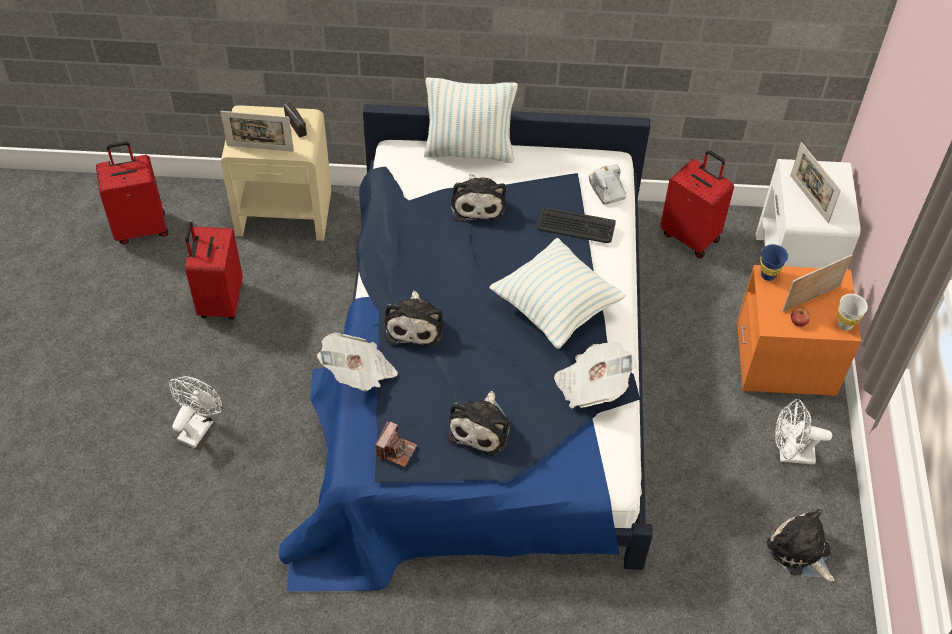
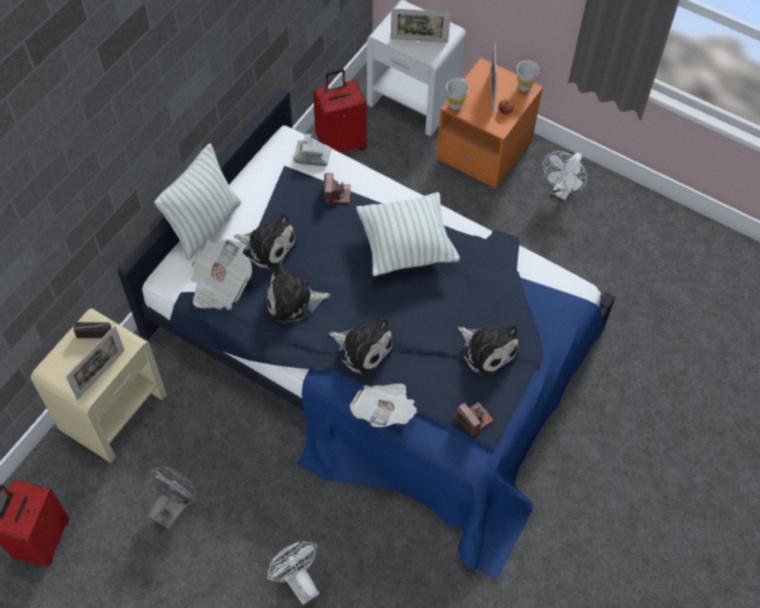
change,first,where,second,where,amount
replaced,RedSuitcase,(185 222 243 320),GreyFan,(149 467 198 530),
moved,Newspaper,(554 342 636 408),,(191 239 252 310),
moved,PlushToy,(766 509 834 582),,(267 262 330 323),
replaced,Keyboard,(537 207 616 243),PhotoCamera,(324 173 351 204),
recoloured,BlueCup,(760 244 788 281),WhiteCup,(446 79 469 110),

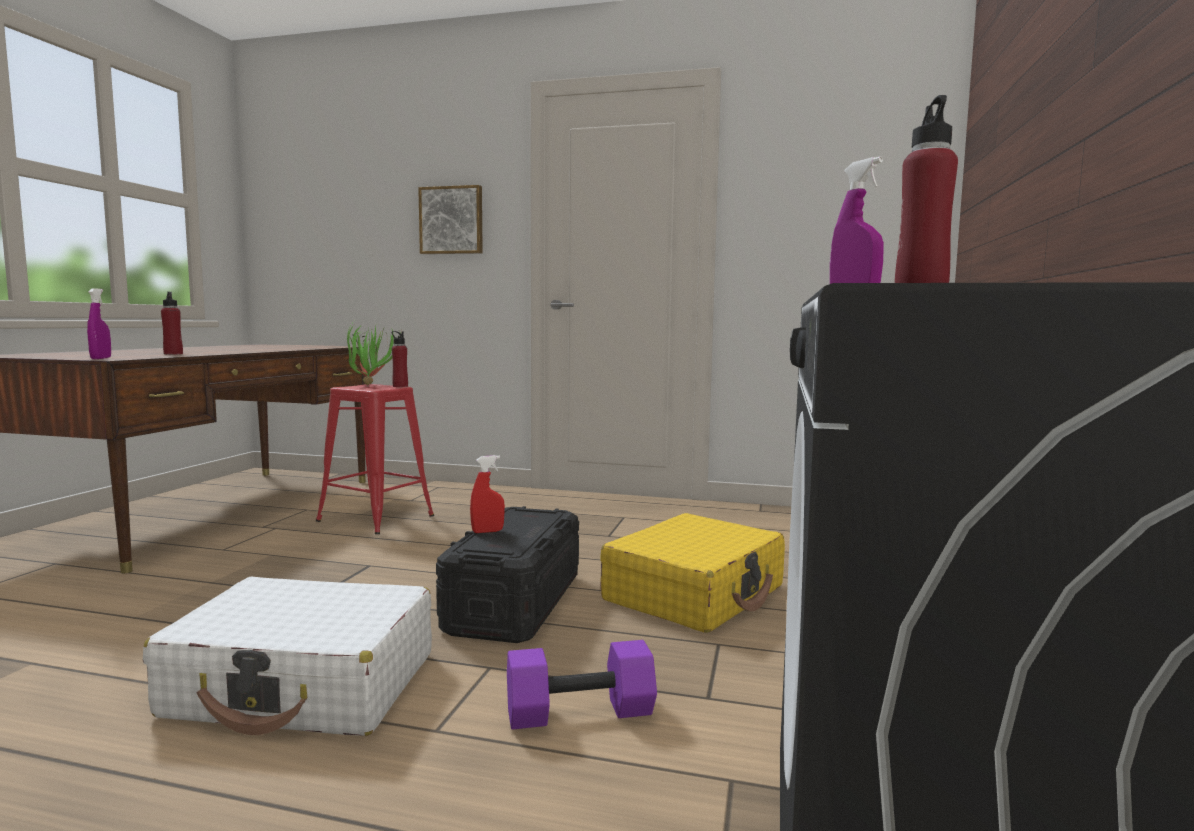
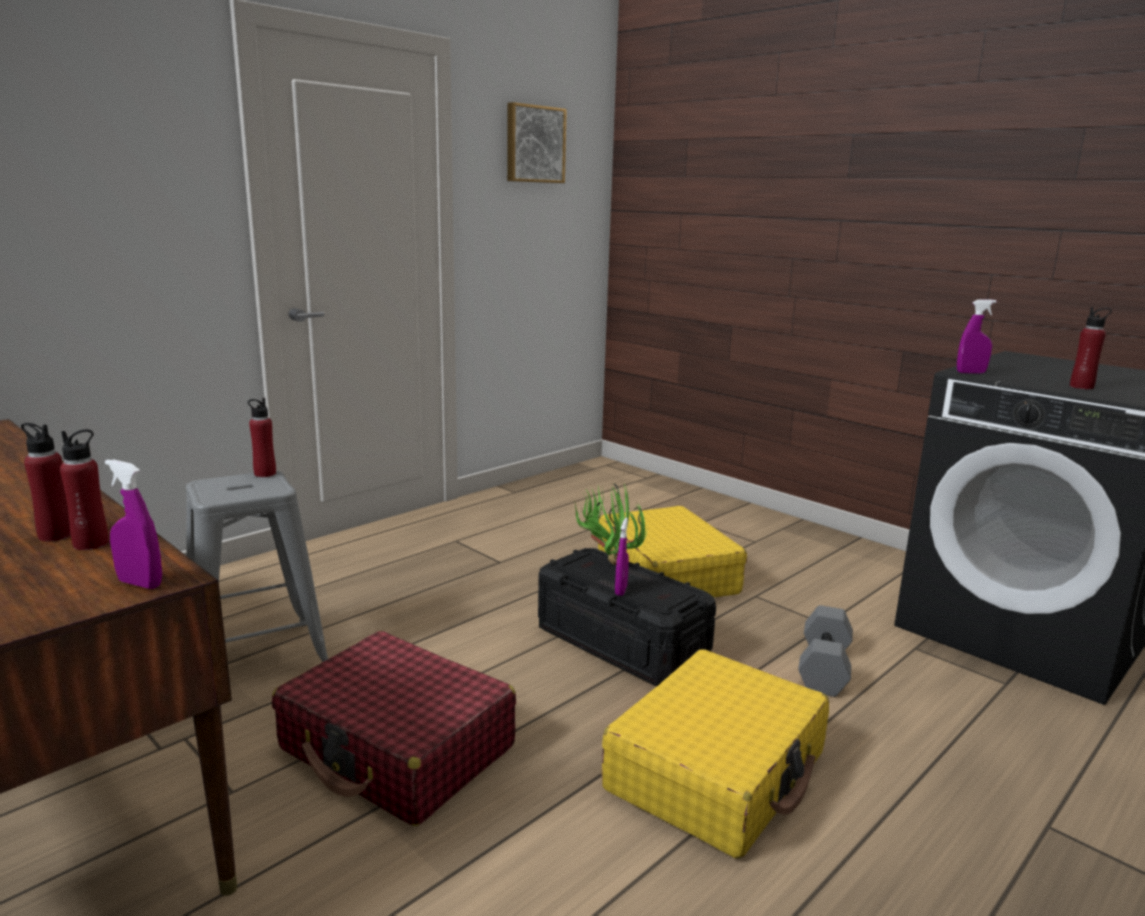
change,first,where,second,where,amount
added,,,RedBottle,(60 429 109 550),
recoloured,RedStool,(316 384 434 534),GreyStool,(186 471 328 662),
added,,,RedSuitcase,(272 631 516 826),
moved,Picture,(418 185 483 254),,(507 102 567 183),
moved,PottedPlant,(347 321 401 385),,(574 483 648 565),
recoloured,WhiteSuitcase,(143 577 432 736),YellowSuitcase,(602 649 829 859),
recoloured,RedSprayBottle,(470 455 505 533),PurpleSprayBottle,(615 518 629 596),
recoloured,PurpleDumbbell,(507 640 657 730),GreyDumbbell,(798 605 853 697),

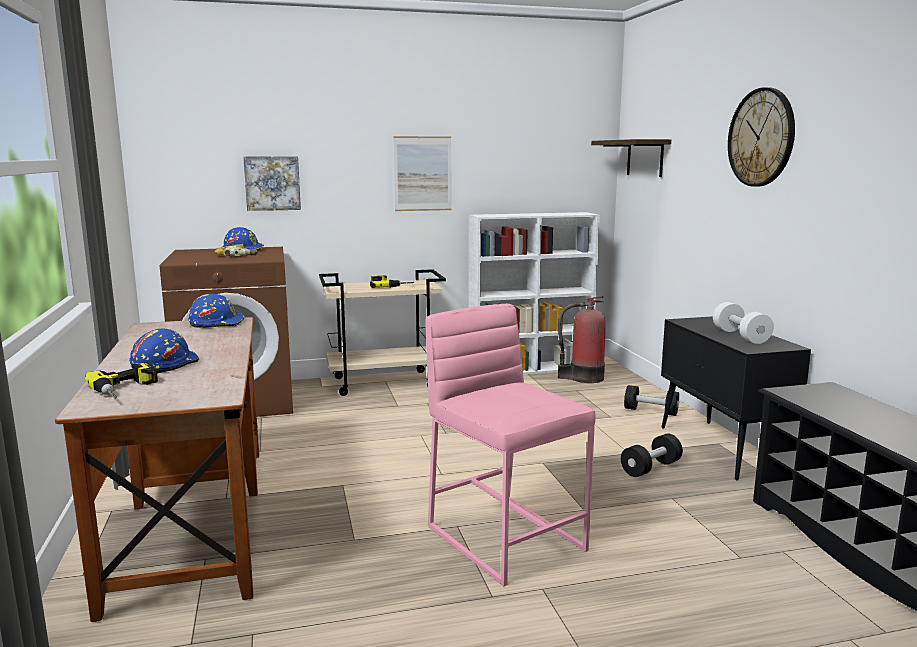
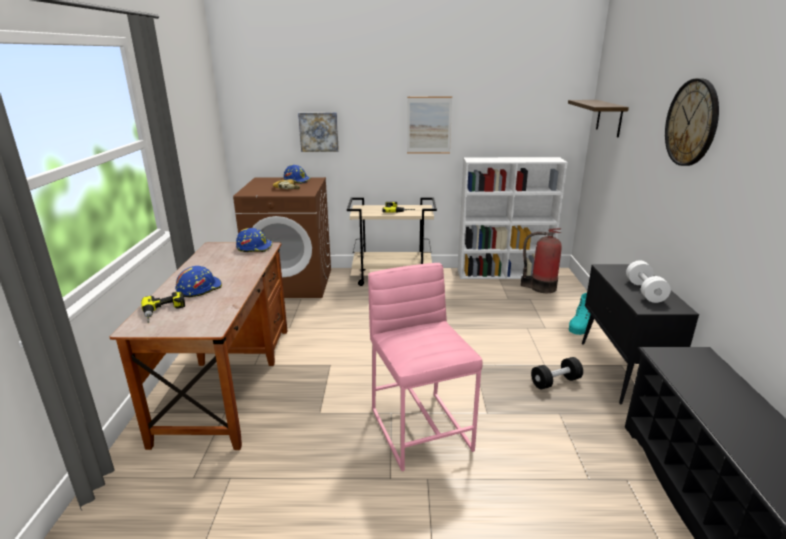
change,first,where,second,where,amount
replaced,BlackDumbbell,(624 385 679 416),TurquoiseBoot,(569 293 591 335),

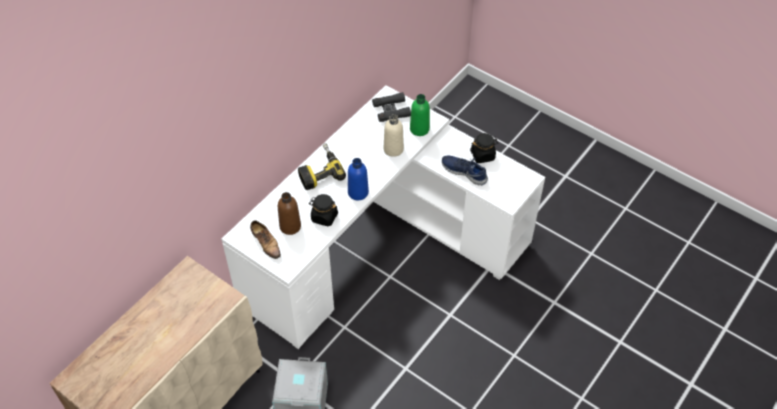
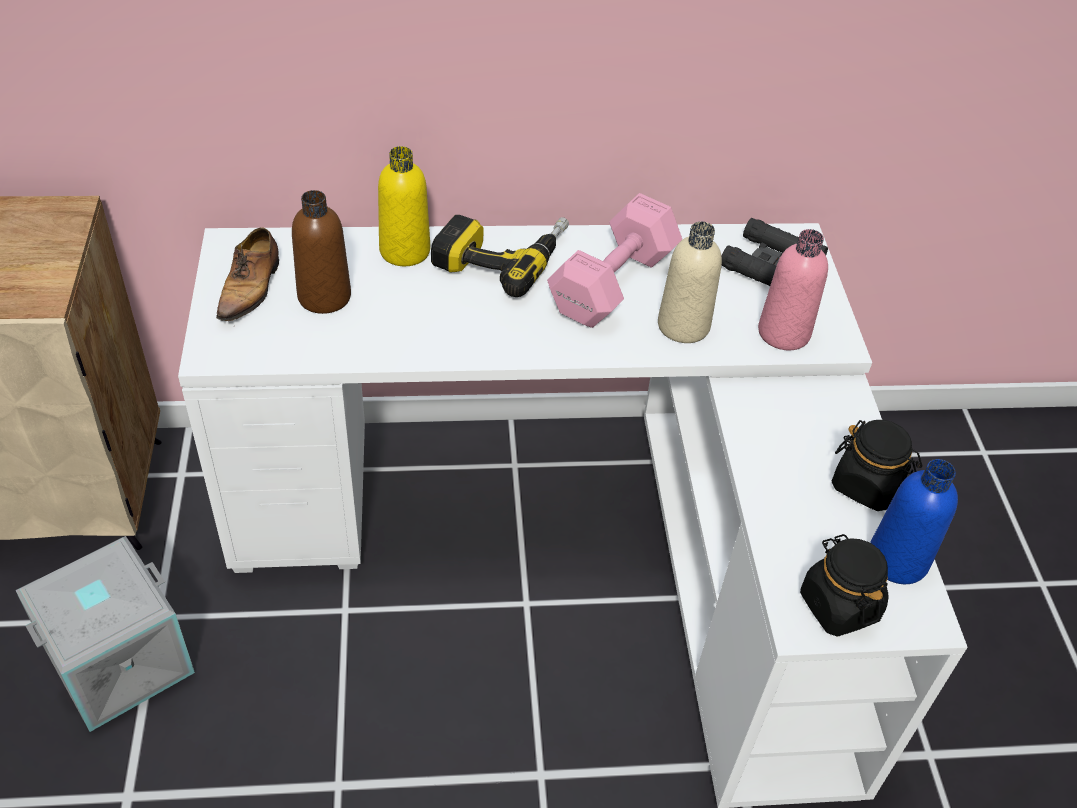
change,first,where,second,where,amount
added,,,YellowBottle,(378 146 430 266),
added,,,PinkDumbbell,(547 193 682 328),
recoloured,GreenBottle,(410 94 430 136),PinkBottle,(758 229 828 350),
moved,BlackJar,(309 194 338 226),,(800 534 889 636),
moved,BlueBottle,(348 158 369 200),,(870 459 958 584),
removed,BlueShoe,(442 155 488 186),,,

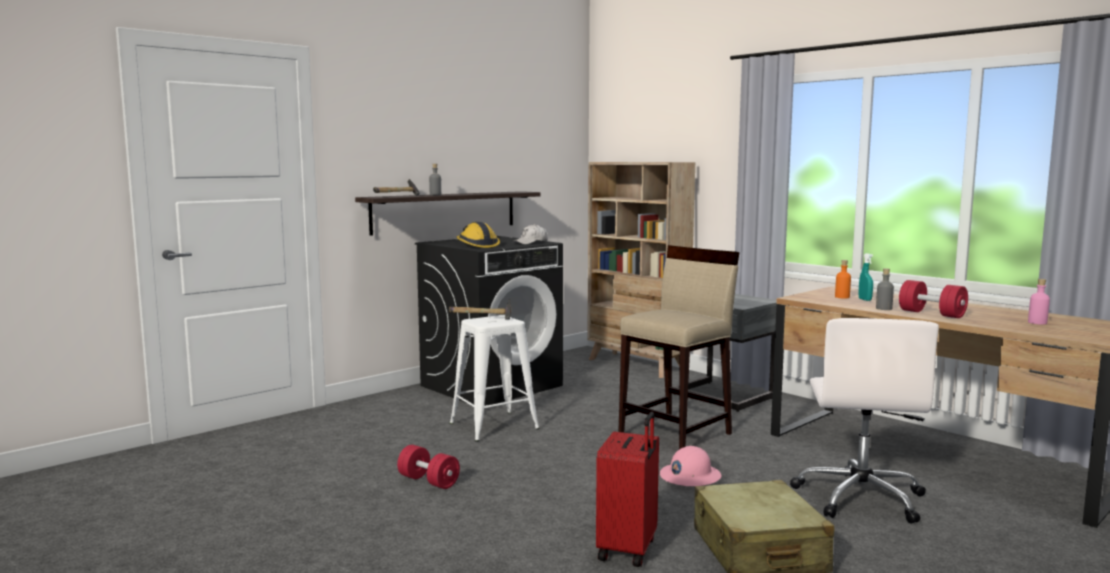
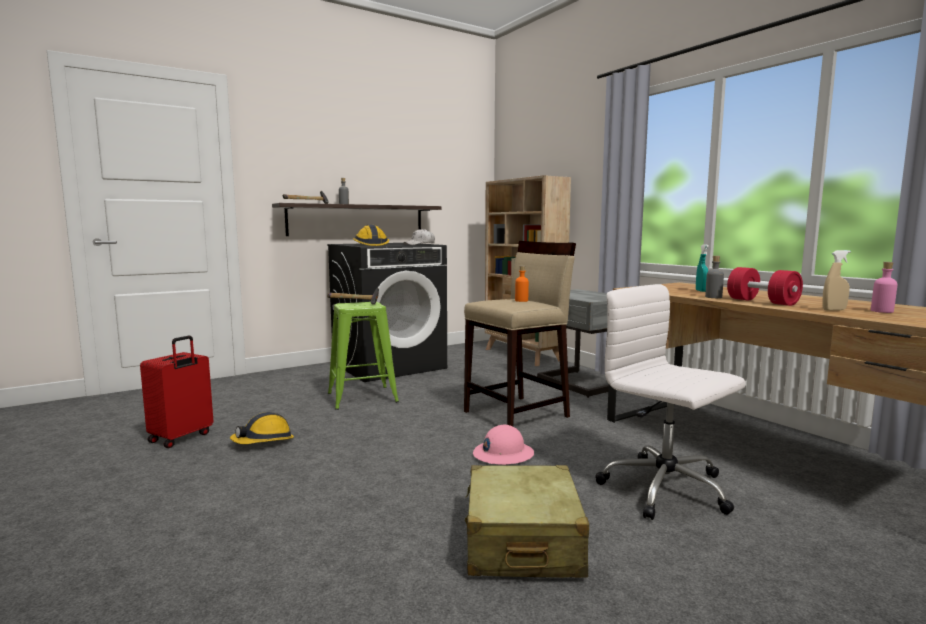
change,first,where,second,where,amount
moved,RedSuitcase,(596 412 659 567),,(140 336 213 448),
replaced,RedDumbbell,(397 445 460 489),HardHat,(230 412 294 444),
recoloured,WhiteStool,(450 315 540 441),GreenStool,(328 302 399 410),
moved,OrangeBottle,(835 260 851 298),,(515 266 529 302),
turned,WhiteOfficeChair,(790 318 939 524),,(595 284 746 520),120 degrees clockwise
added,,,BeigeSprayBottle,(822 250 851 311),

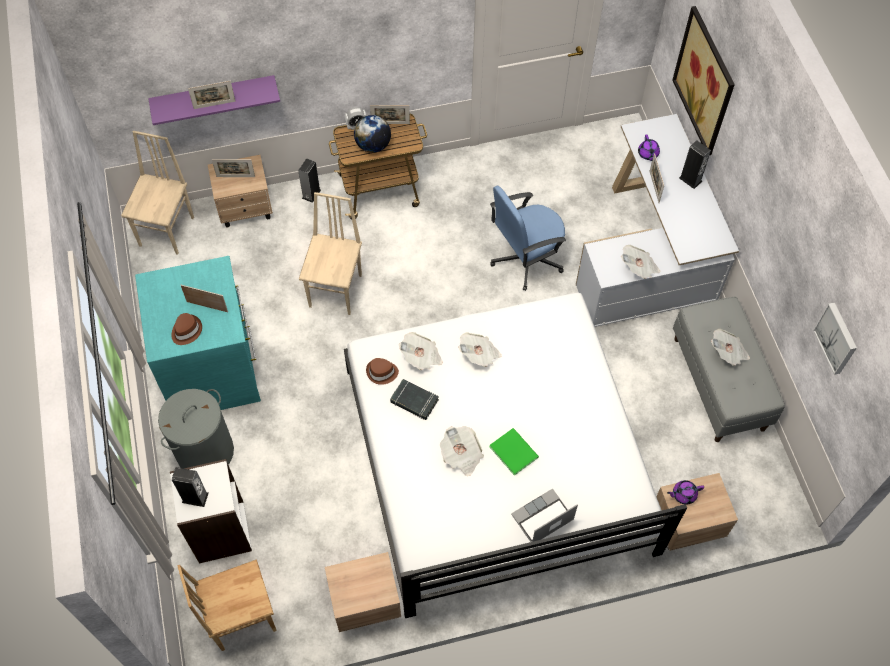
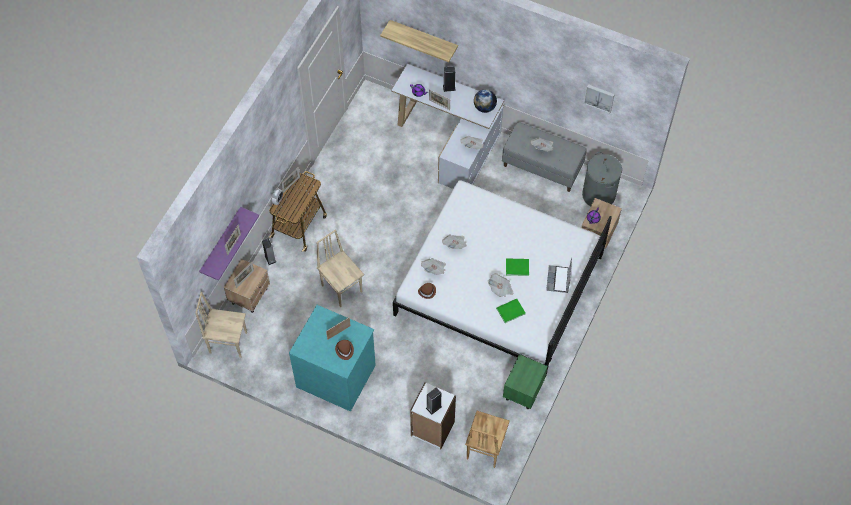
change,first,where,second,where,amount
turned,BeigeChair,(121 131 194 255),,(195 292 247 358),45 degrees counterclockwise
replaced,Picture,(673 6 735 155),Shelf,(380 20 458 62),
moved,Globe,(354 115 391 153),,(474 89 497 113),
added,,,GreenBook,(496 299 526 323),
recoloured,BeigeNightstand,(325 552 401 632),GreenNightstand,(503 354 547 409),
moved,GreyLaundryBasket,(158 389 234 469),,(582 152 622 206),
removed,BlackBook,(390 379 439 420),,,
removed,BlueOfficeChair,(490 186 566 291),,,

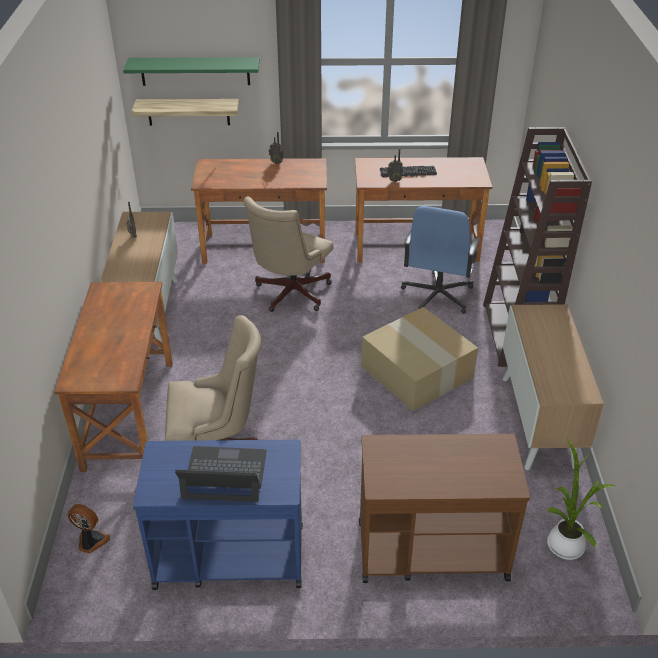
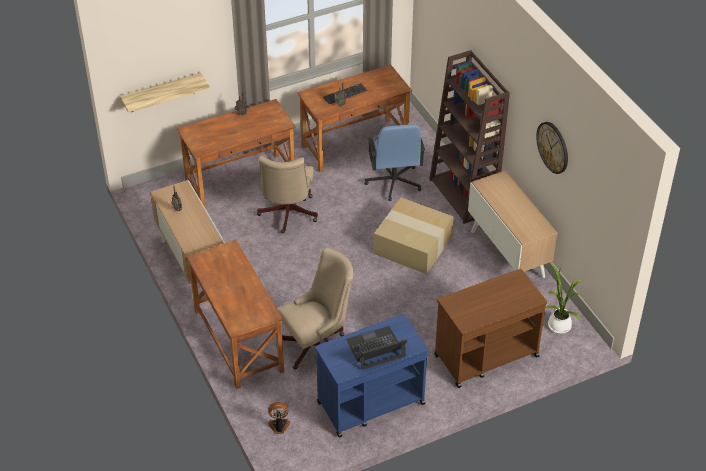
change,first,where,second,where,amount
added,,,WallClock,(536 122 568 174),
removed,GreenShelf,(123 57 260 86),,,

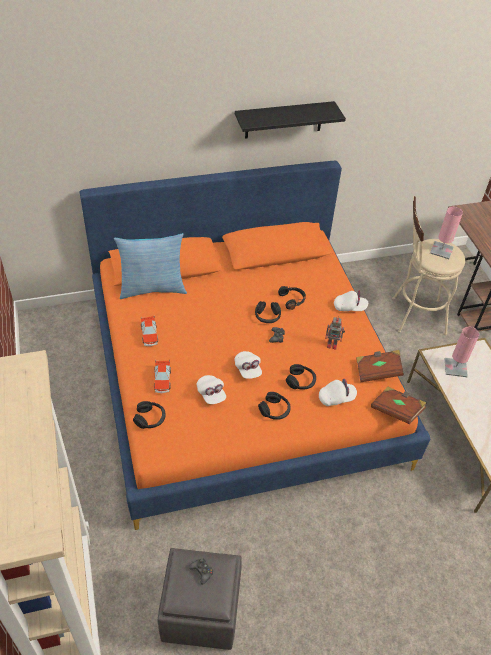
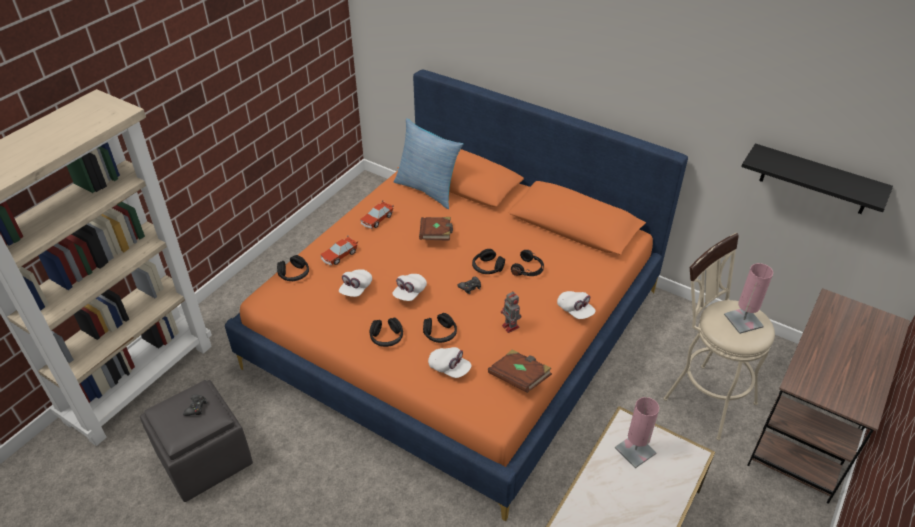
change,first,where,second,where,amount
moved,BrownBook,(371 387 426 424),,(419 217 453 241),
moved,BlackShelf,(235 101 346 139),,(741 144 893 214),

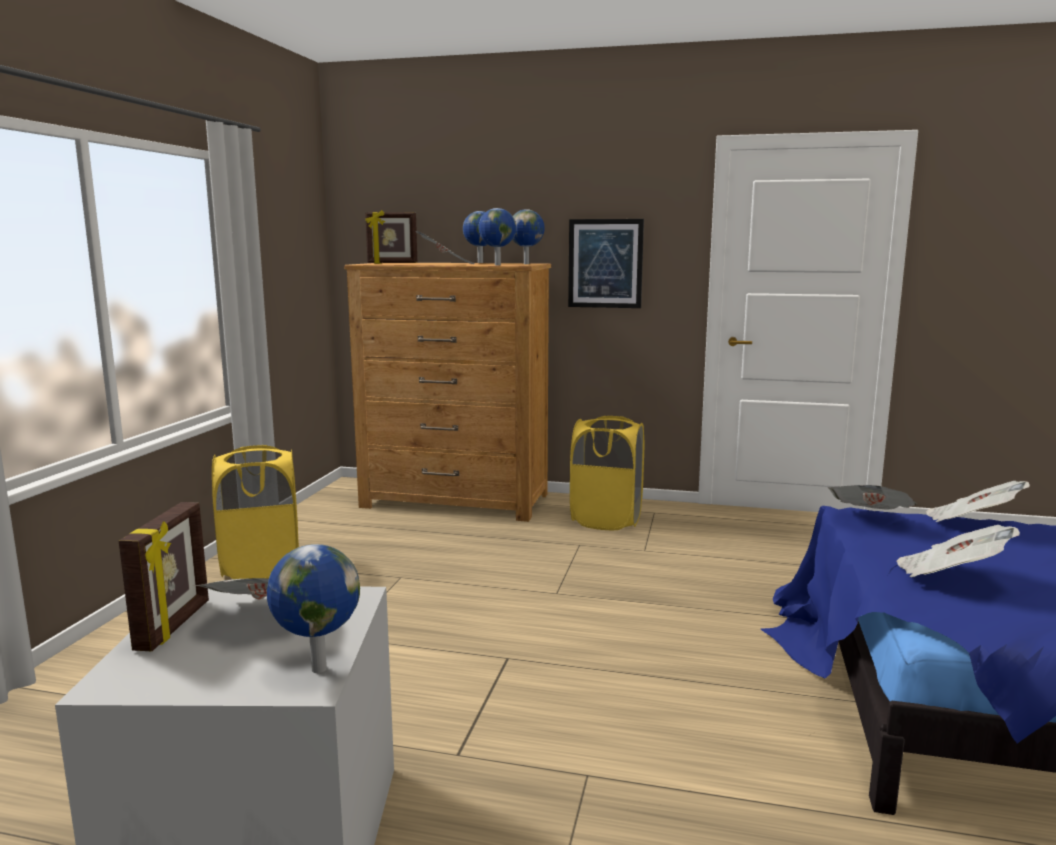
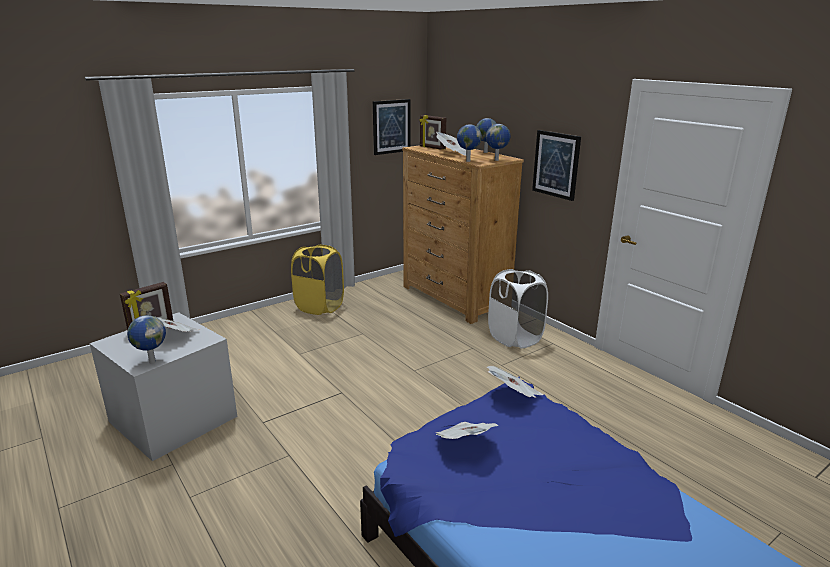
change,first,where,second,where,amount
added,,,Picture,(373 99 410 155),
recoloured,YellowLaundryBasket,(570 416 644 530),WhiteLaundryBasket,(488 269 548 349),
removed,Newspaper,(926 481 1030 522),,,

